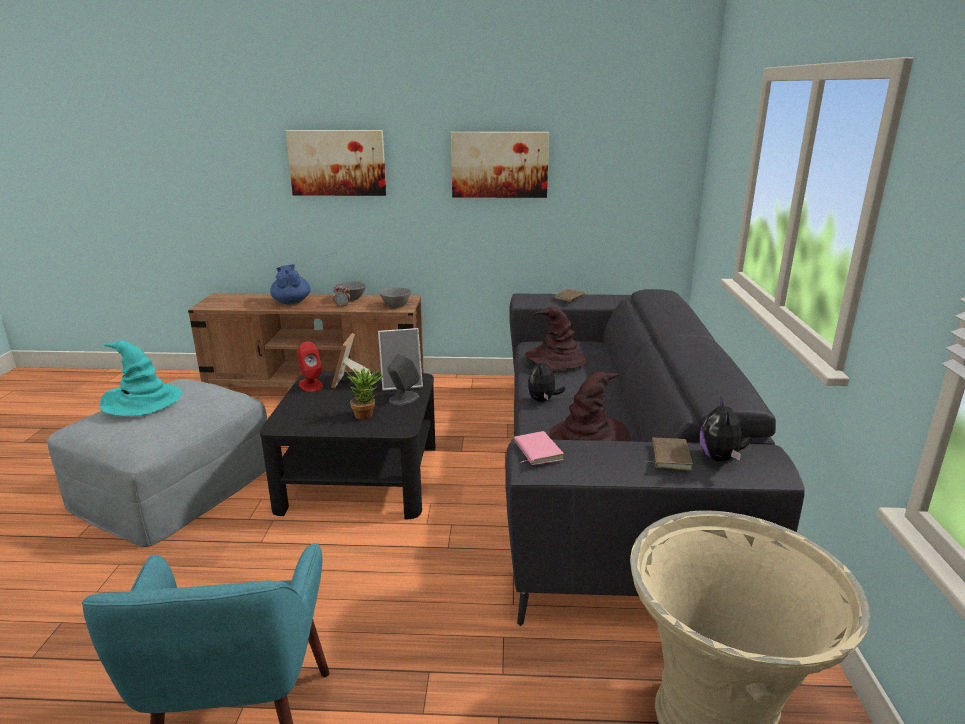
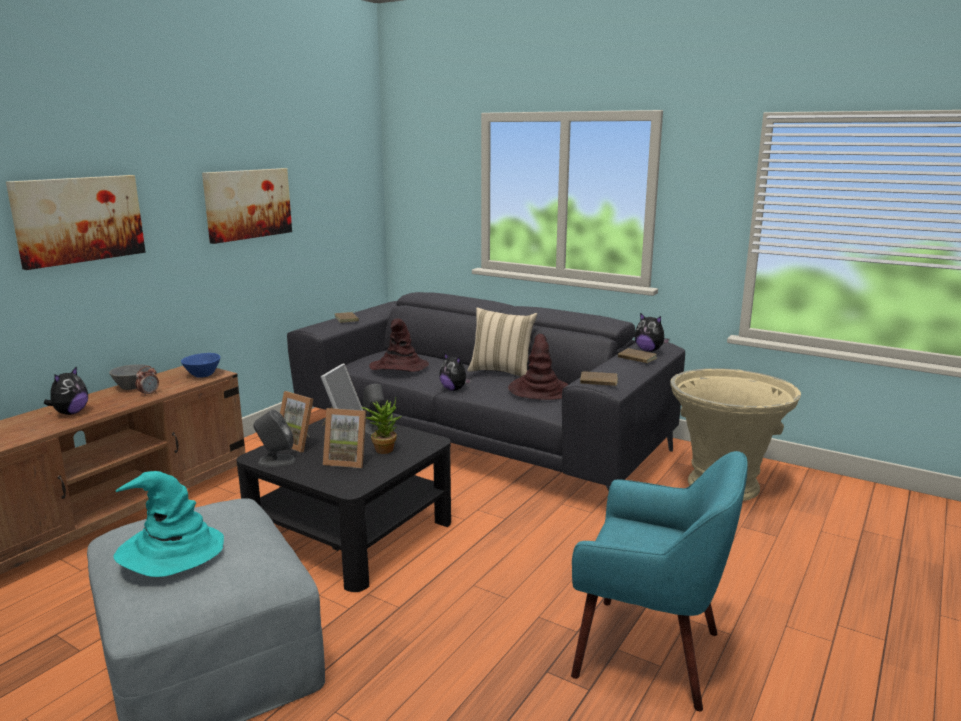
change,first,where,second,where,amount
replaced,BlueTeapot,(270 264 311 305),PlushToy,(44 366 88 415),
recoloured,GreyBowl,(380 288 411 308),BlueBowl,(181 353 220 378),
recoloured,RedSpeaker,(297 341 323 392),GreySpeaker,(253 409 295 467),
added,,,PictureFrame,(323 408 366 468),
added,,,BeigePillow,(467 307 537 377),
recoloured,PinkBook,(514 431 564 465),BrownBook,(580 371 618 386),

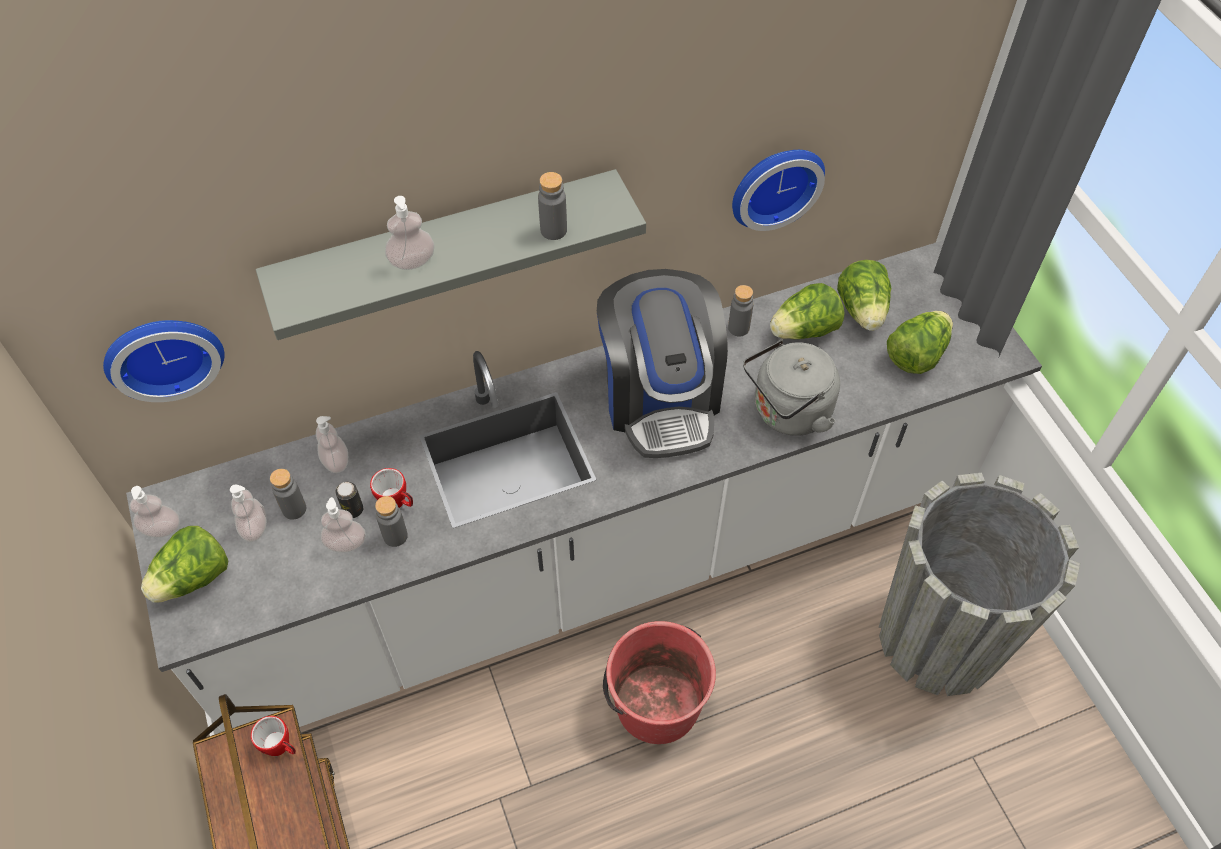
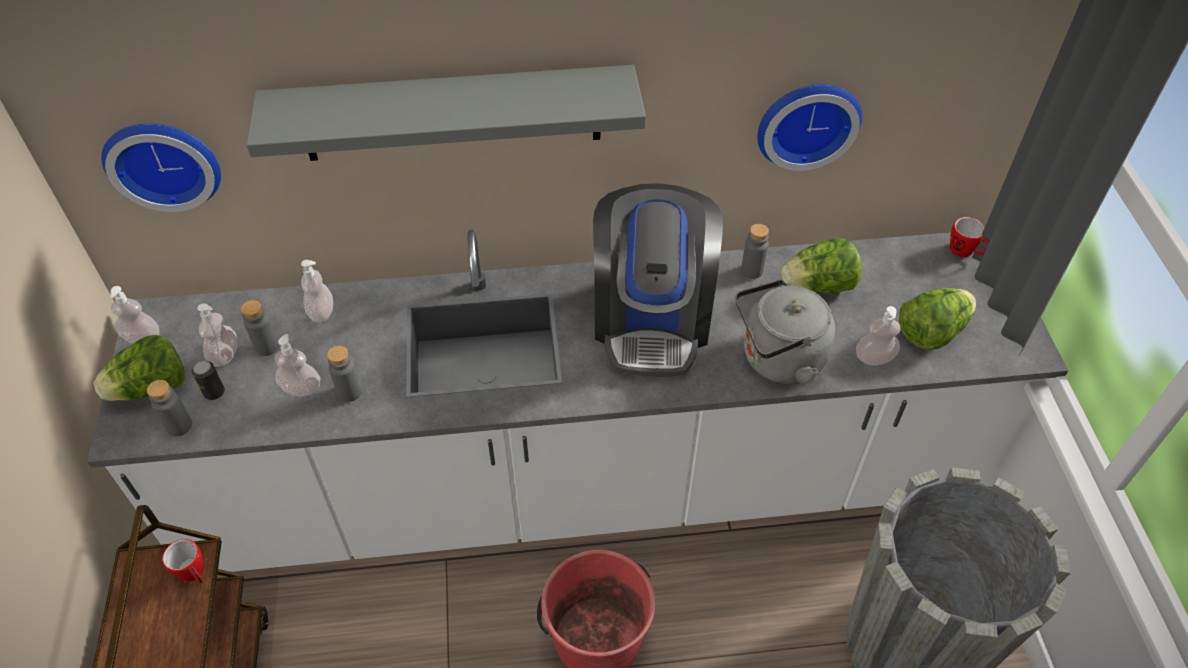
change,first,where,second,where,amount
moved,GreyBottle,(538 172 567 240),,(147 380 192 436),
moved,Can,(336 482 363 518),,(192 361 225 400),
moved,SoapDispenser,(385 196 435 270),,(856 306 900 366),
moved,Mug,(370 468 413 508),,(950 217 989 257),
removed,Lettuce,(837 260 891 331),,,

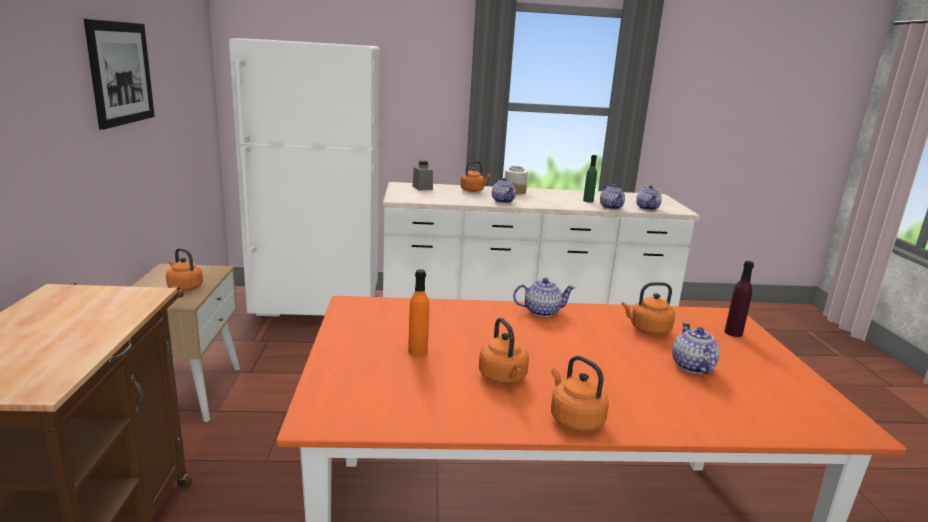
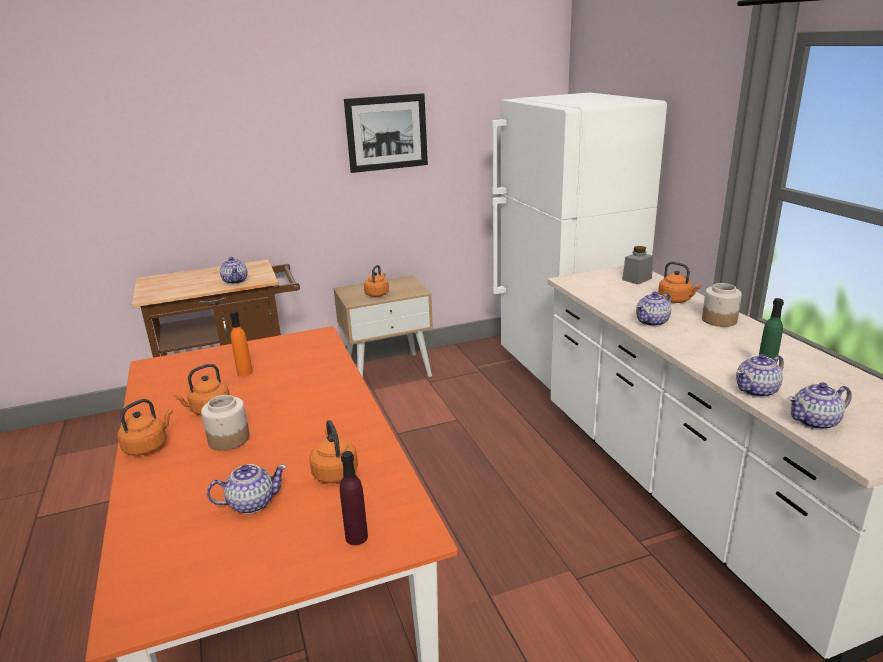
change,first,where,second,where,amount
added,,,Jar,(201 395 250 451),
moved,Teapot,(513 278 575 317),,(220 257 248 284),

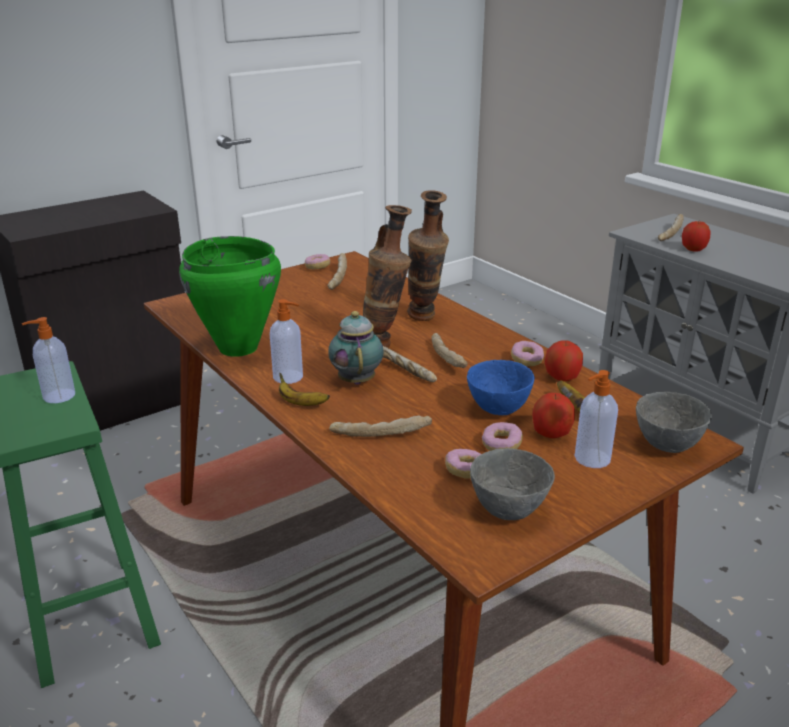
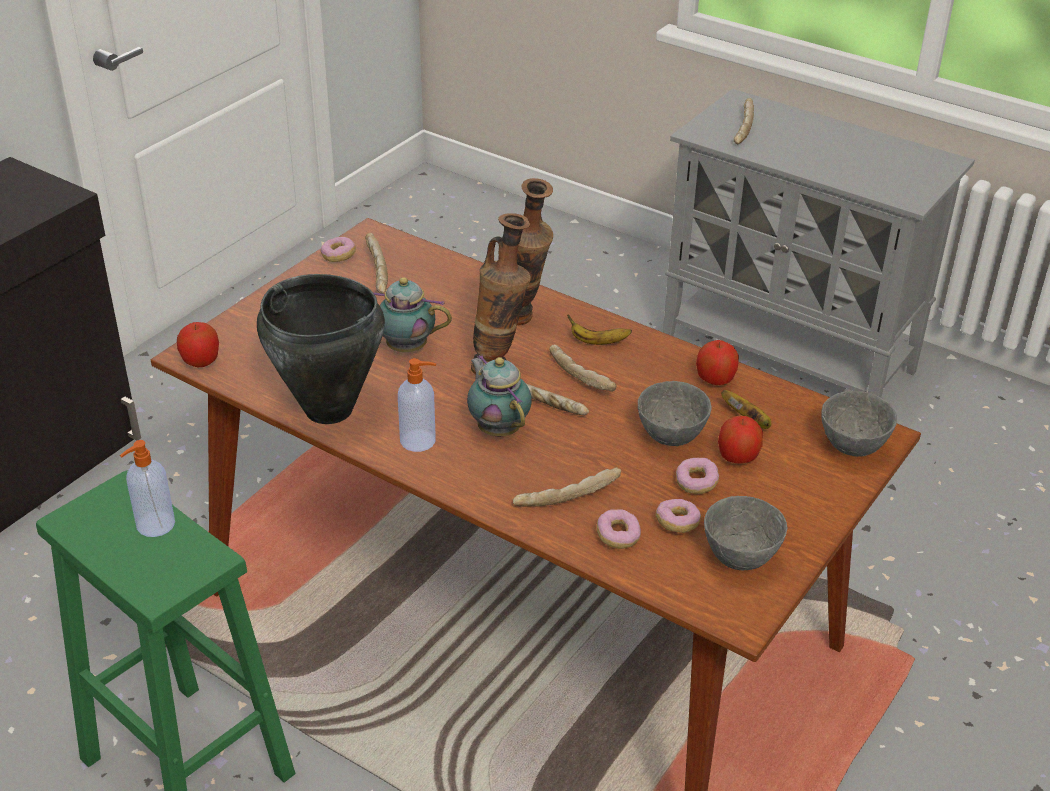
change,first,where,second,where,amount
moved,Apple,(682 221 711 252),,(177 322 219 367),
recoloured,GreenCookingPot,(179 236 281 357),BlackCookingPot,(257 274 385 424),
added,,,Teapot,(373 277 452 352),
moved,Banana,(279 373 330 406),,(567 314 632 345),
moved,Donut,(511 341 544 366),,(597 509 641 549),
recoloured,BlueBowl,(467 360 535 415),GreyBowl,(638 381 711 446),
removed,SoapDispenser,(575 370 618 468),,,

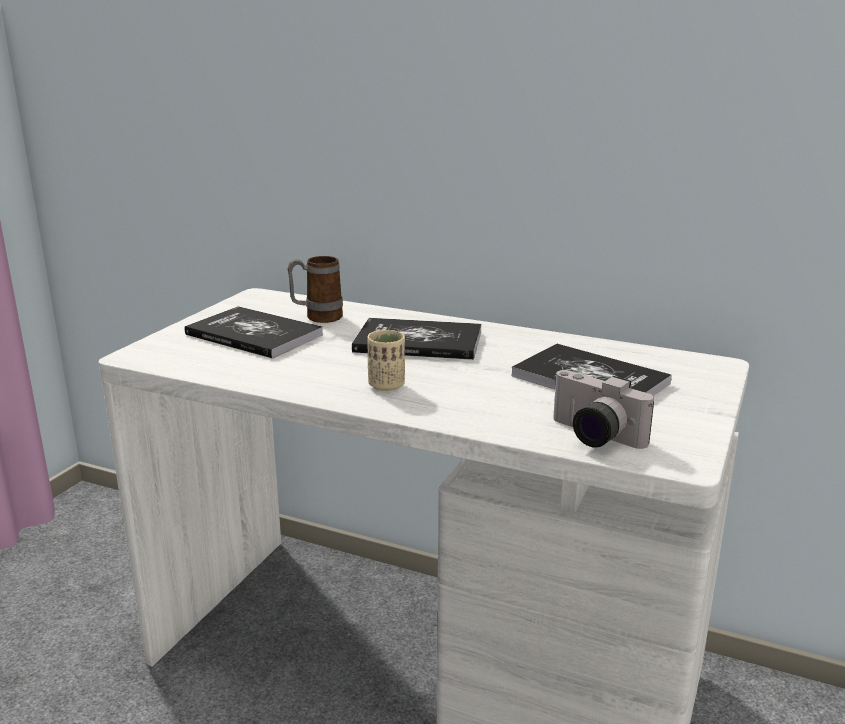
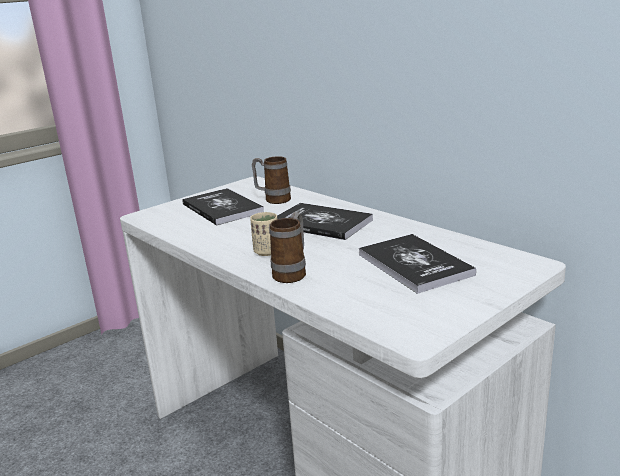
change,first,where,second,where,amount
added,,,Mug,(270 212 306 283),
removed,PhotoCamera,(553 370 654 449),,,

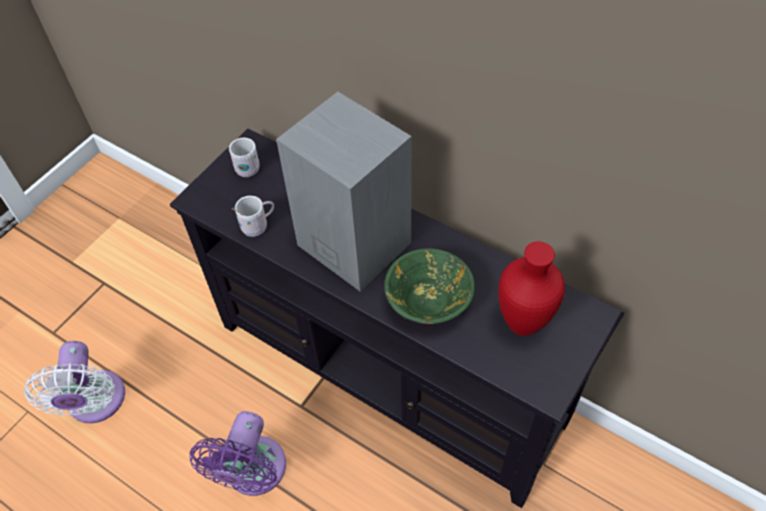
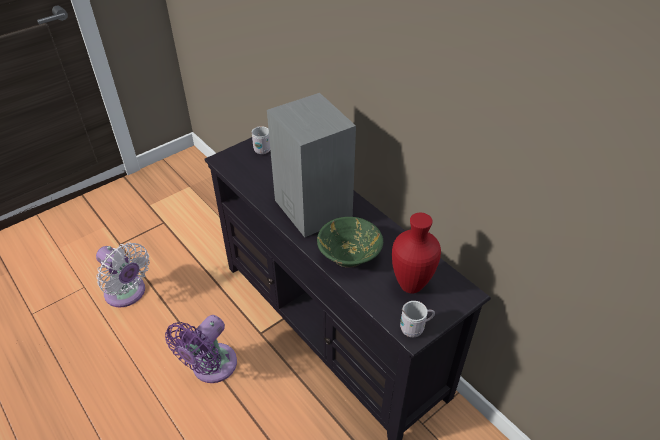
change,first,where,second,where,amount
turned,WhiteFan,(24 341 125 424),,(96 242 150 307),60 degrees counterclockwise
moved,WhiteMug,(232 196 274 237),,(400 301 435 337),

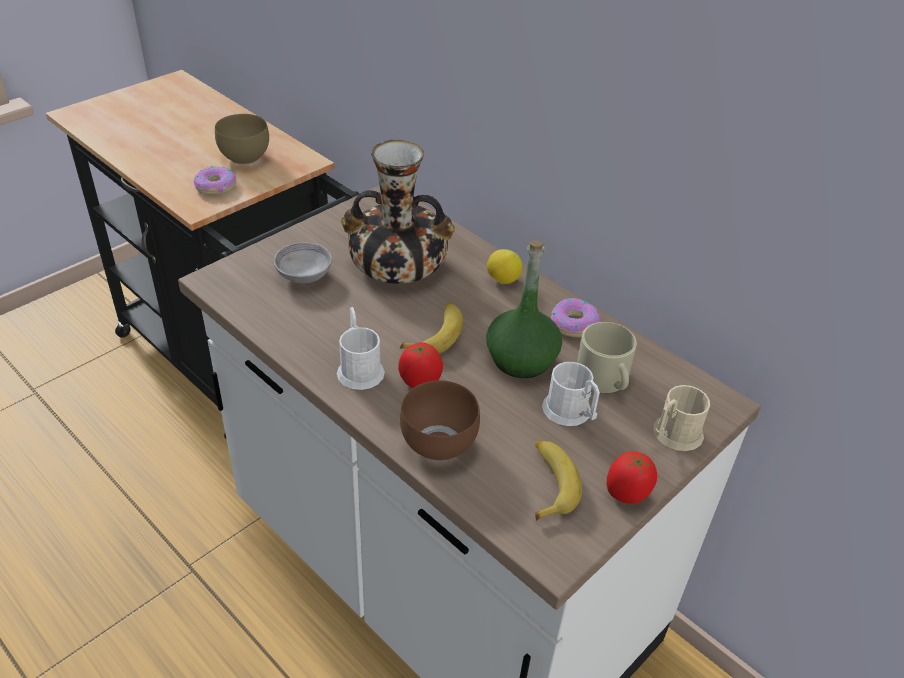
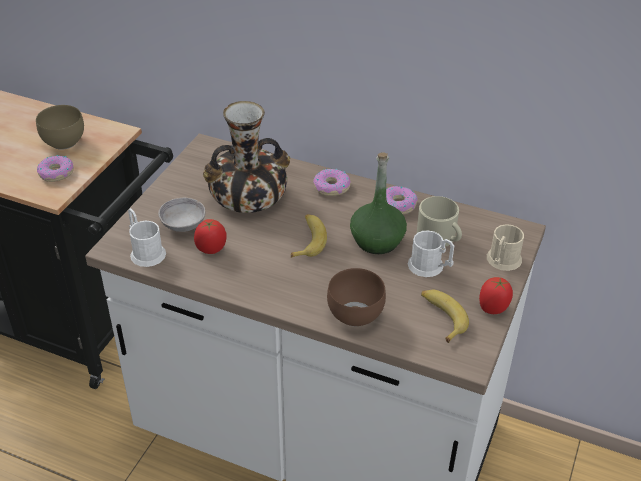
change,first,where,second,where,amount
moved,WhiteMug,(337 307 385 390),,(128 208 166 267),
moved,Tomato,(398 342 443 388),,(194 219 226 254),
replaced,Lemon,(487 249 522 284),Donut,(313 169 351 196),

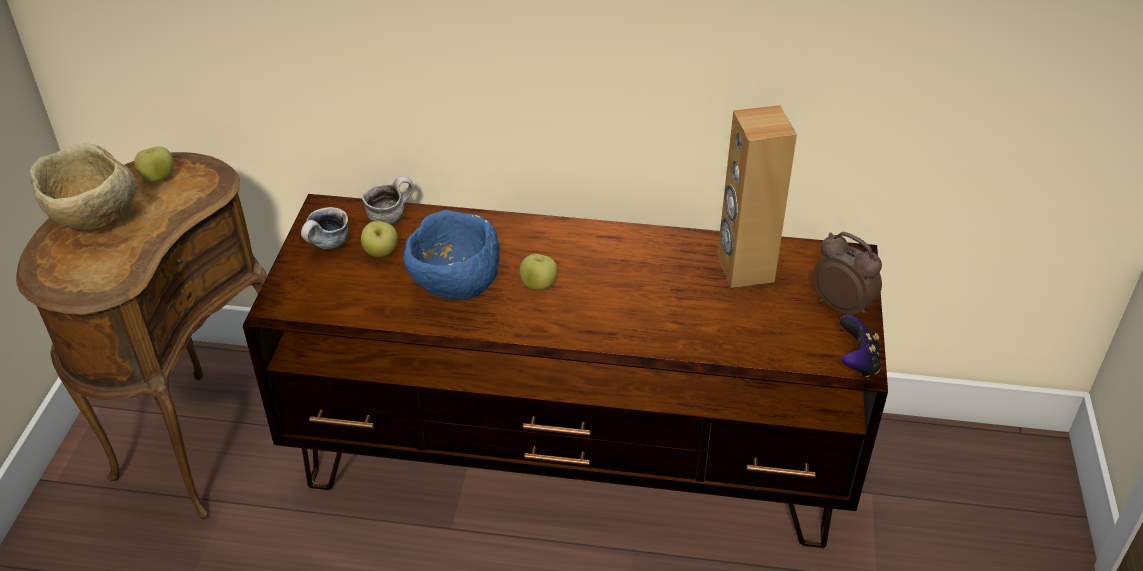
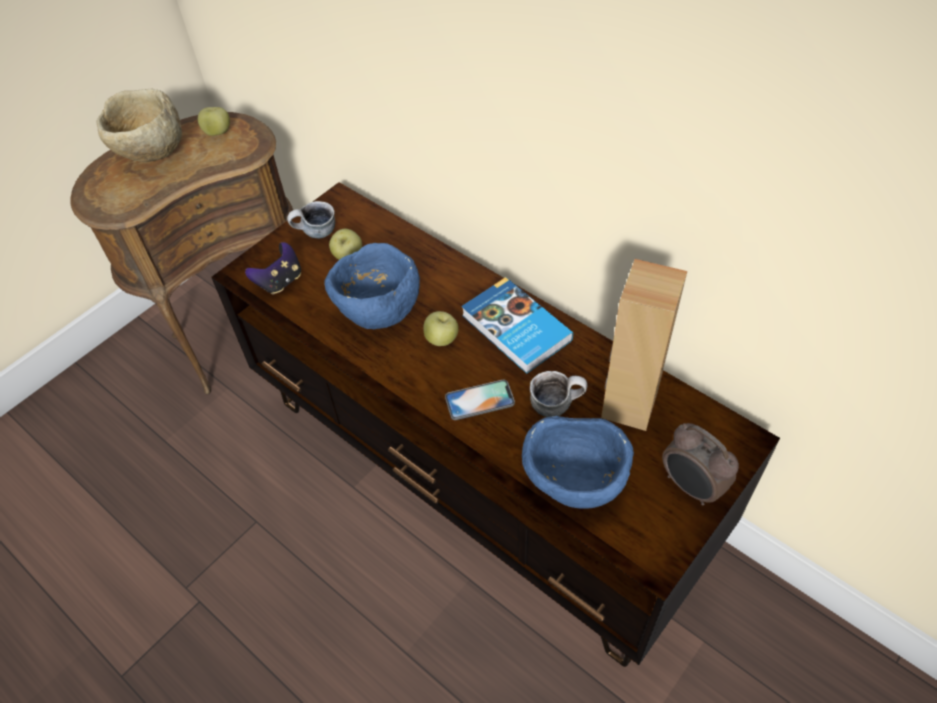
change,first,where,second,where,amount
moved,GameController,(840 315 881 378),,(245 242 301 295),
added,,,Phone,(445 380 515 420),
added,,,Book,(462 277 573 374),
added,,,BlueBowl,(522 416 634 509),
moved,Mug,(362 176 413 224),,(530 371 587 417),
turned,AlarmClock,(813 232 882 315),,(662 423 739 506),150 degrees clockwise

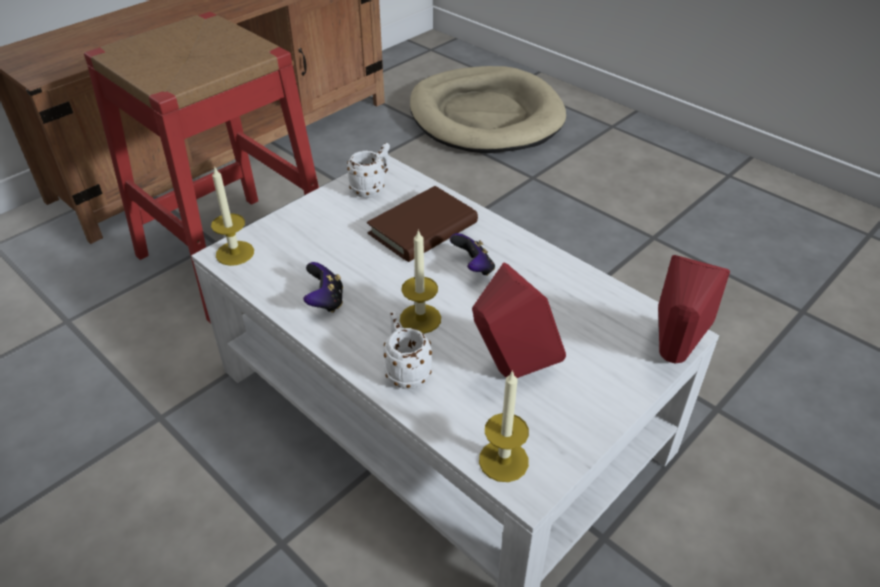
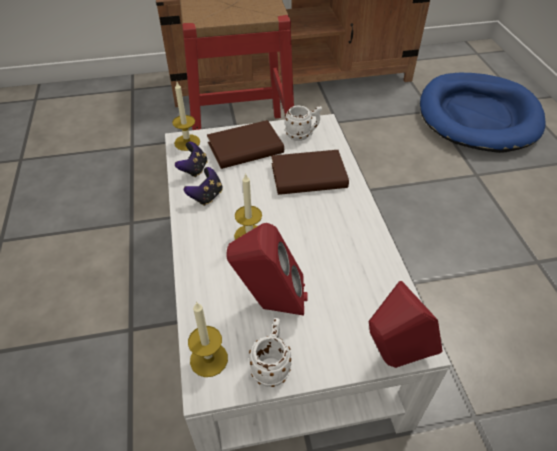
change,first,where,second,where,amount
moved,GameController,(450 233 495 276),,(175 142 208 177),
added,,,BrownBook,(207 120 284 169),
moved,WhiteMug,(384 311 432 389),,(249 318 291 387),
recoloured,BeigeDogBed,(410 66 566 153),BlueDogBed,(420 73 546 153),

